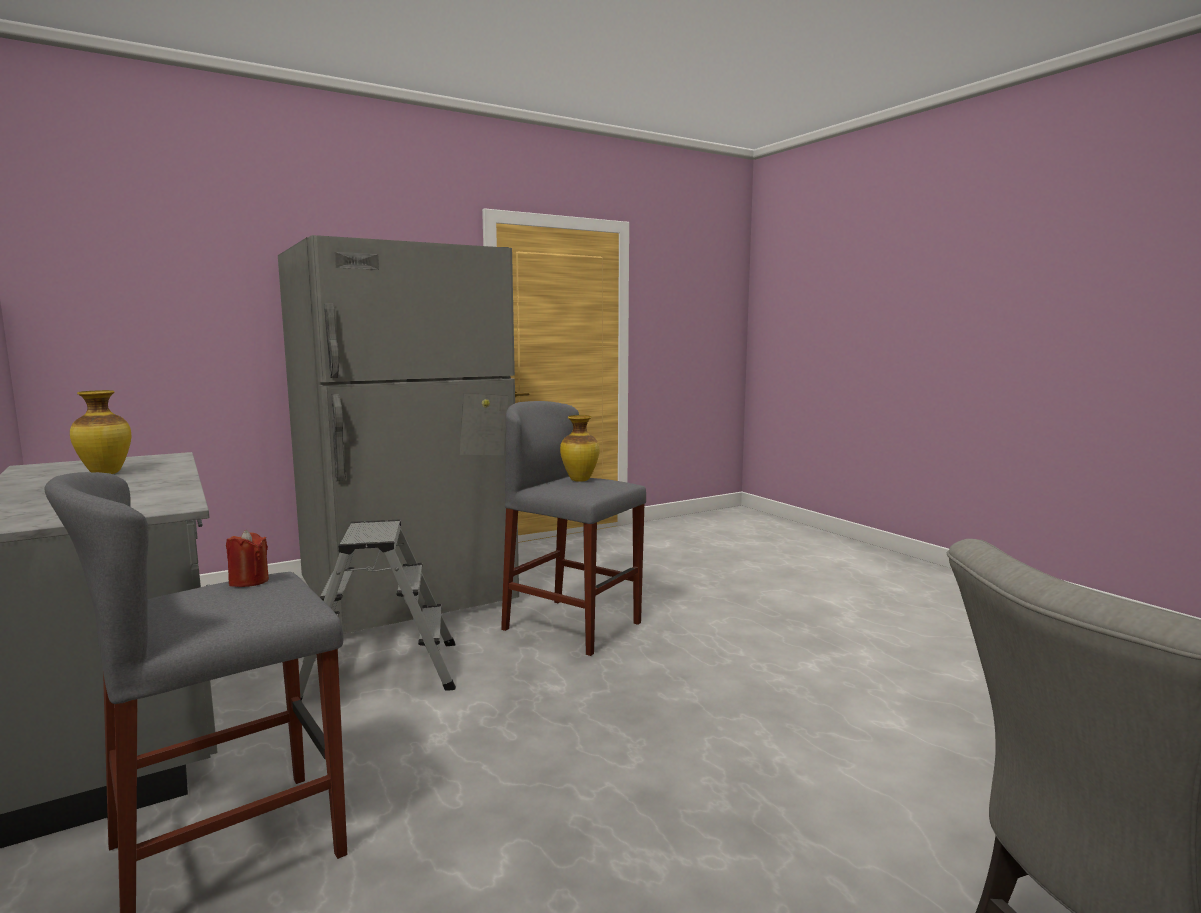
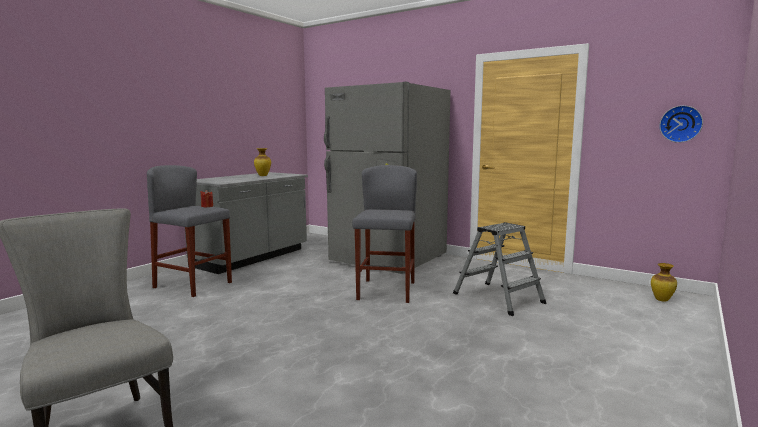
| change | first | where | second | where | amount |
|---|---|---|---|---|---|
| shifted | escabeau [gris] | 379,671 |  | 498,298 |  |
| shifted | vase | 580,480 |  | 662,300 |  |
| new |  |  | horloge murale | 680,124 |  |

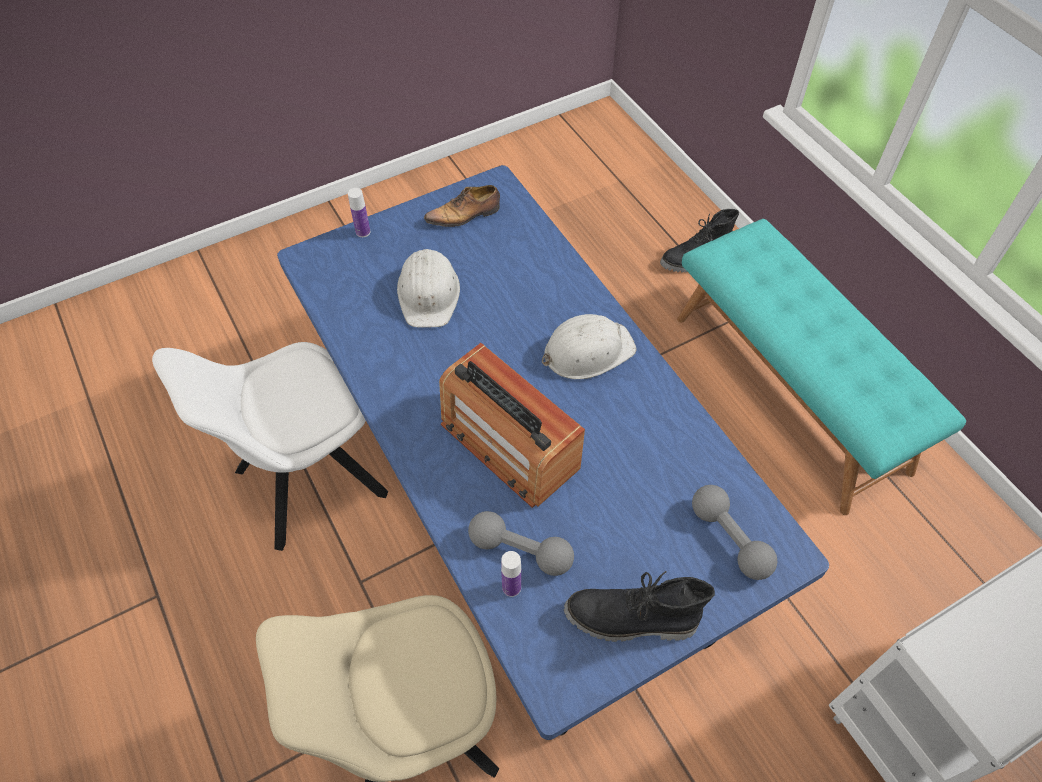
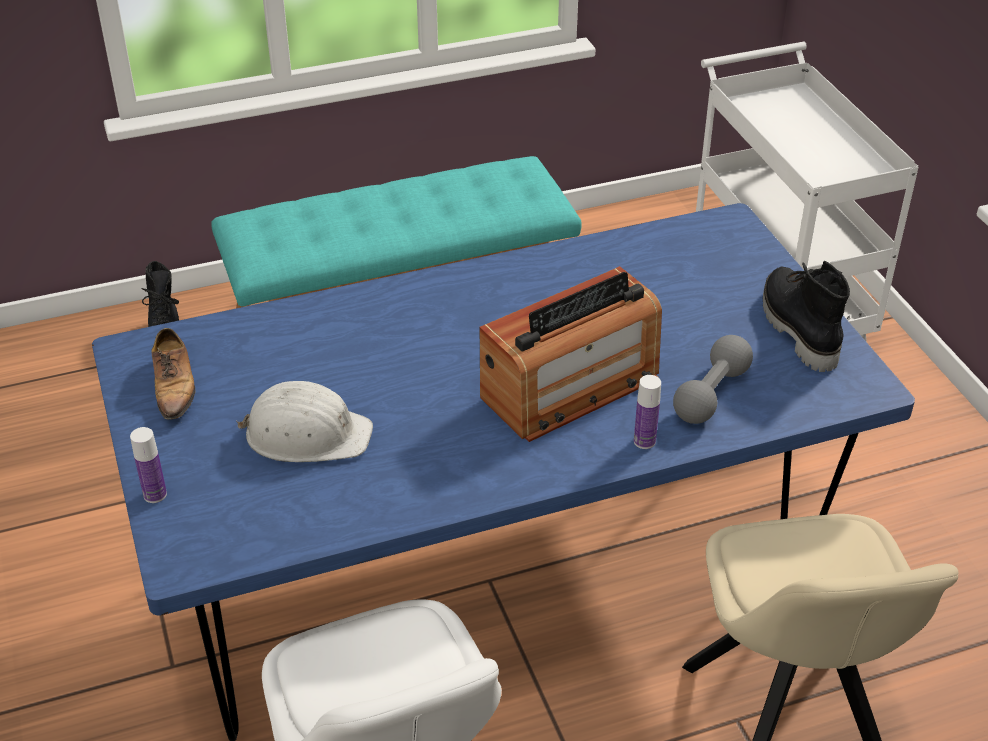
| change | first | where | second | where | amount |
|---|---|---|---|---|---|
| shifted | bouteille | 511,587 |  | 644,441 |  |
| rotated | botte [noir] | 630,621 |  | 796,329 | 150 degrees clockwise |
| gone | casque de chantier [blanc] | 587,351 |  |  |  |
| gone | haltère [gris] | 729,539 |  |  |  |

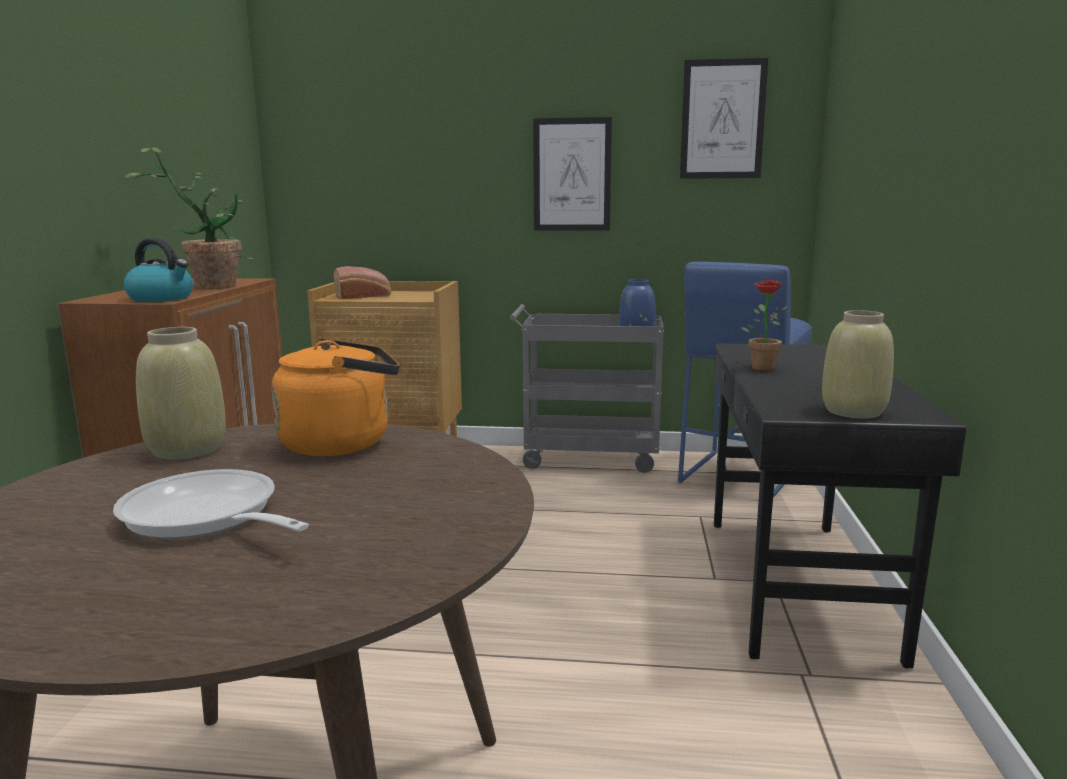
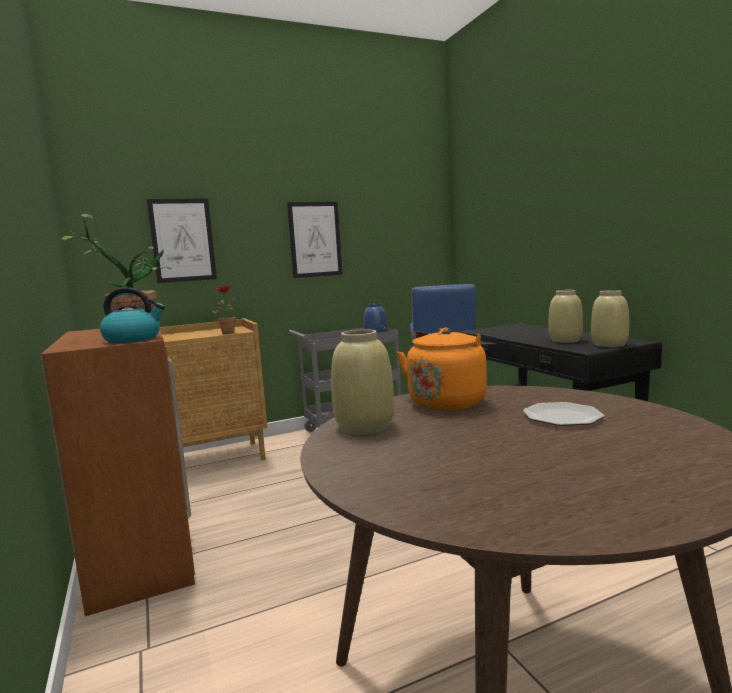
| change | first | where | second | where | amount |
|---|---|---|---|---|---|
| shifted | tableau | 722,119 |  | 182,240 |  |
| shifted | plante en pot | 760,367 |  | 227,333 |  |
| new |  |  | assiette | 563,417 |  |
| new |  |  | vase [beige] | 565,340 |  |
| gone | poêle | 206,518 |  |  |  |
| gone | pain | 364,296 |  |  |  |

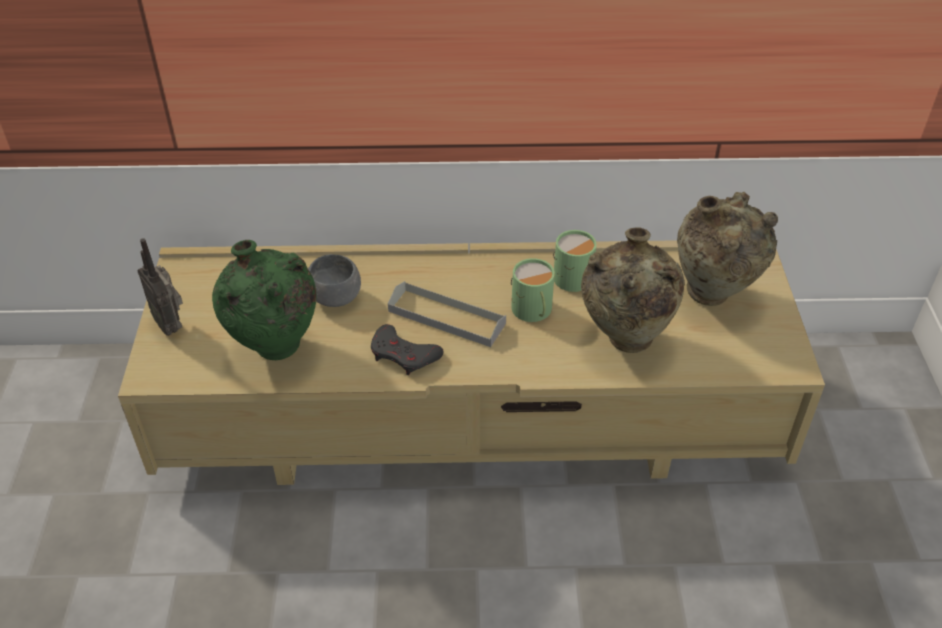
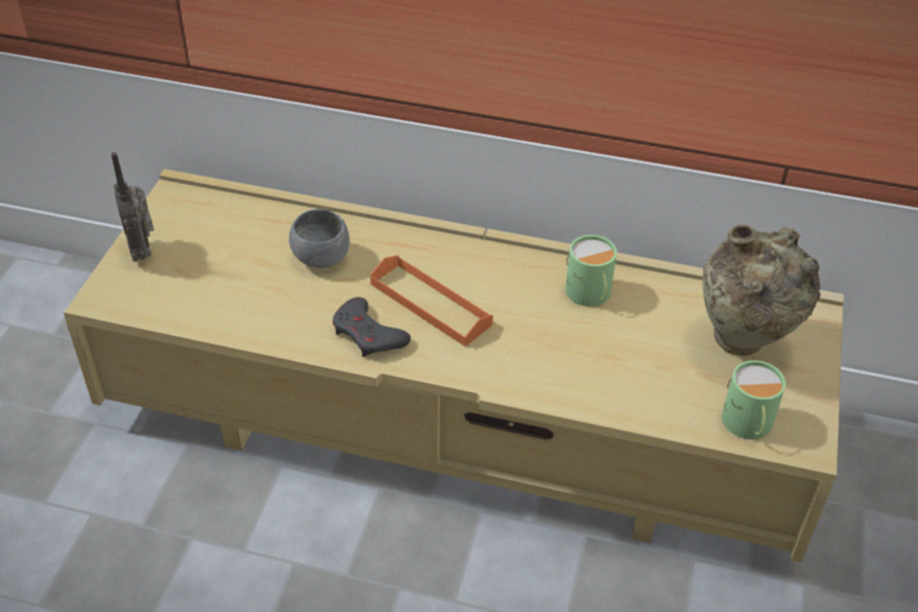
| change | first | where | second | where | amount |
|---|---|---|---|---|---|
| repainted | plateau [gris] | 446,317 | plateau [orange] | 430,304 |  |
| shifted | mug [vert] | 532,311 |  | 747,424 |  |
| gone | vase [vert] | 276,351 |  |  |  |
| gone | vase [beige] | 624,342 |  |  |  |

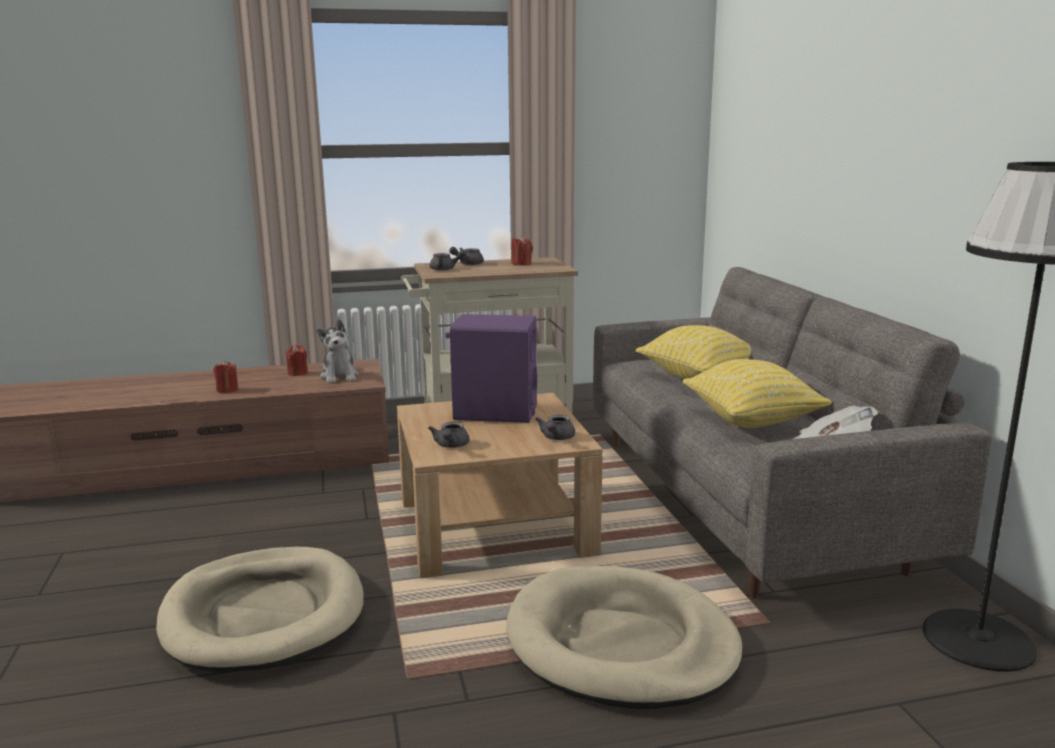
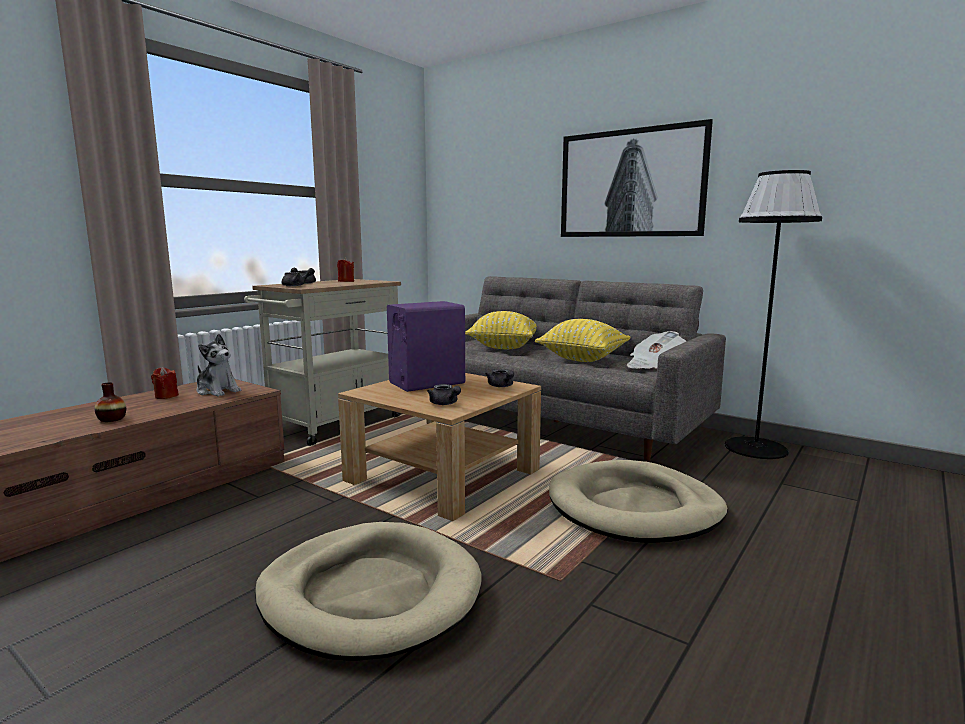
| change | first | where | second | where | amount |
|---|---|---|---|---|---|
| swapped | bougie [rouge] | 227,390 | vase | 112,419 |  |
| new |  |  | tableau | 630,183 |  |

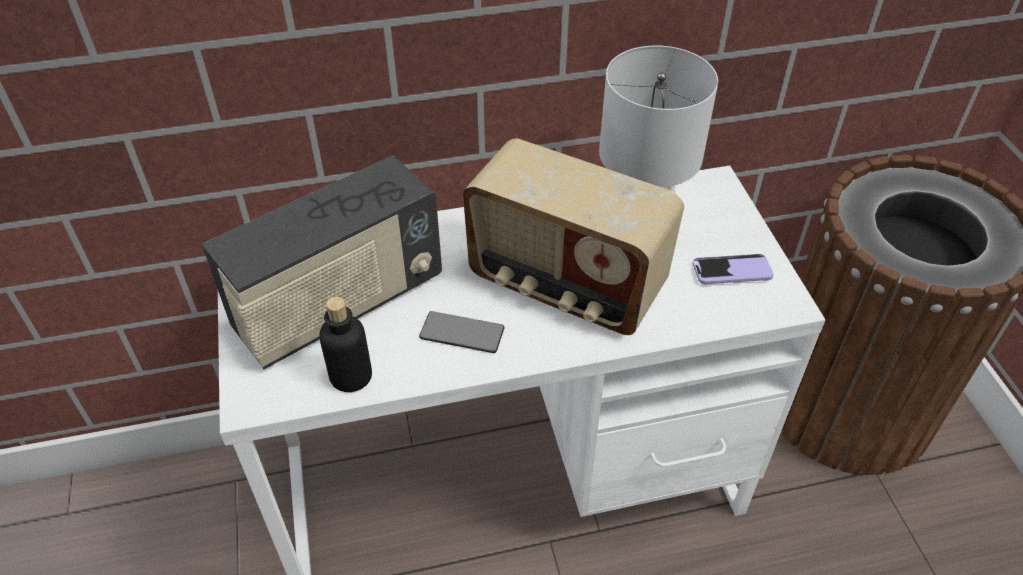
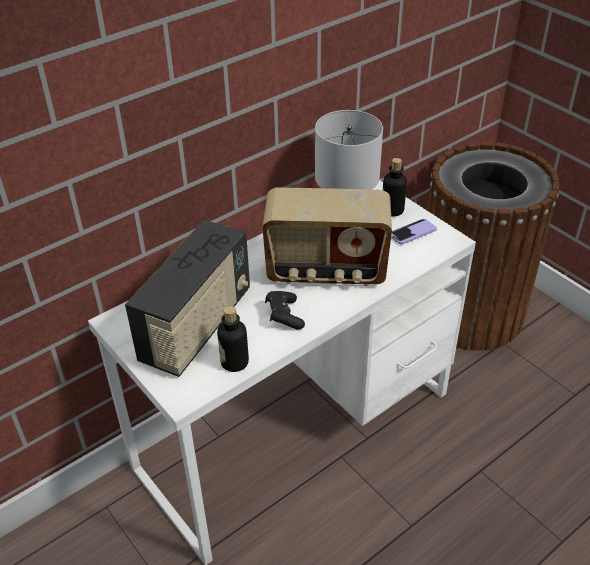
| change | first | where | second | where | amount |
|---|---|---|---|---|---|
| swapped | téléphone | 462,333 | manette [noir] | 284,316 |  |
| new |  |  | bouteille | 392,210 |  |

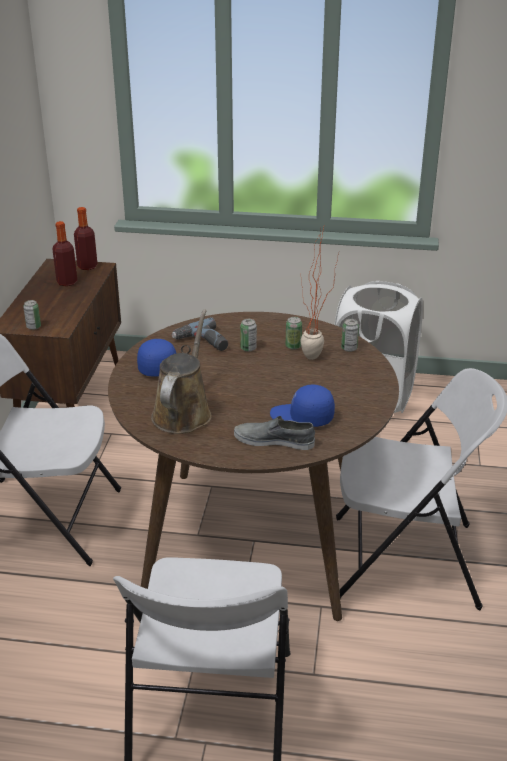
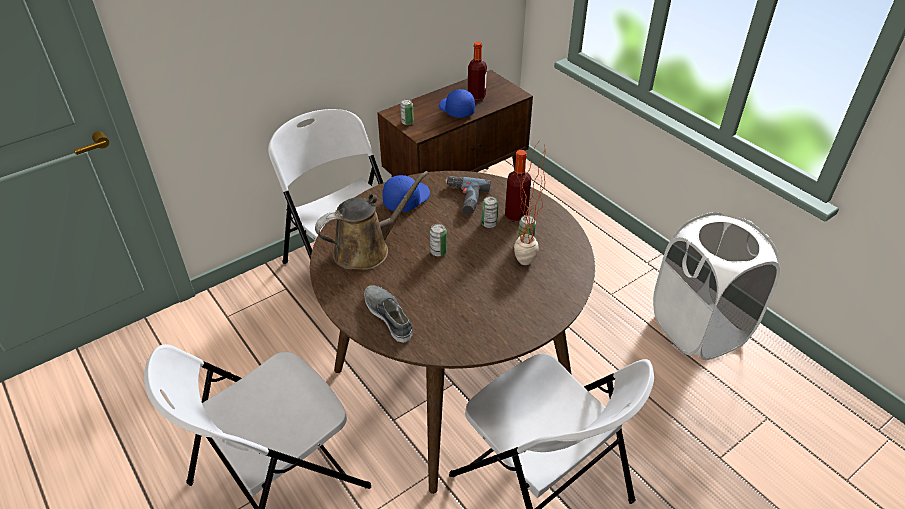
| change | first | where | second | where | amount |
|---|---|---|---|---|---|
| shifted | boîte métallique | 349,348 |  | 438,252 |  |
| shifted | casquette [bleu] | 302,417 |  | 455,110 |  |
| shifted | bouteille | 87,266 |  | 516,215 |  |

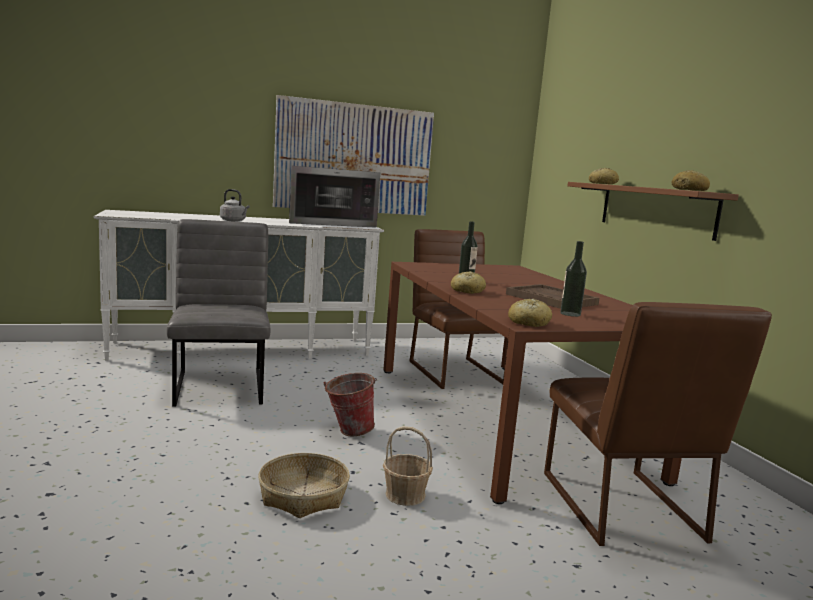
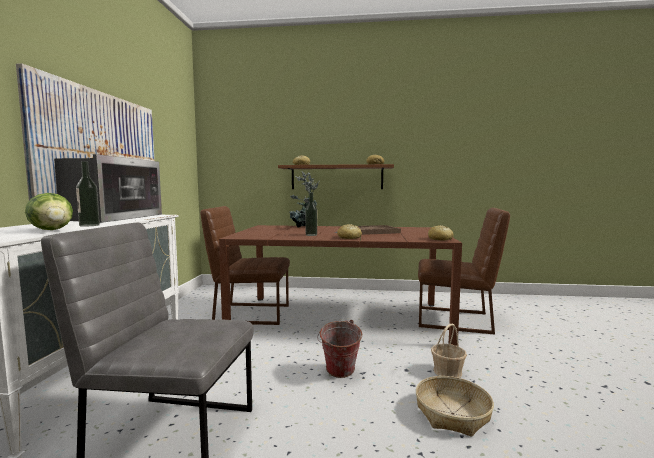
| change | first | where | second | where | amount |
|---|---|---|---|---|---|
| swapped | bouilloire [gris] | 234,221 | laitue | 52,230 |  |
| shifted | bouteille | 570,314 |  | 89,225 |  |
| new |  |  | plante en pot | 304,227 |  |

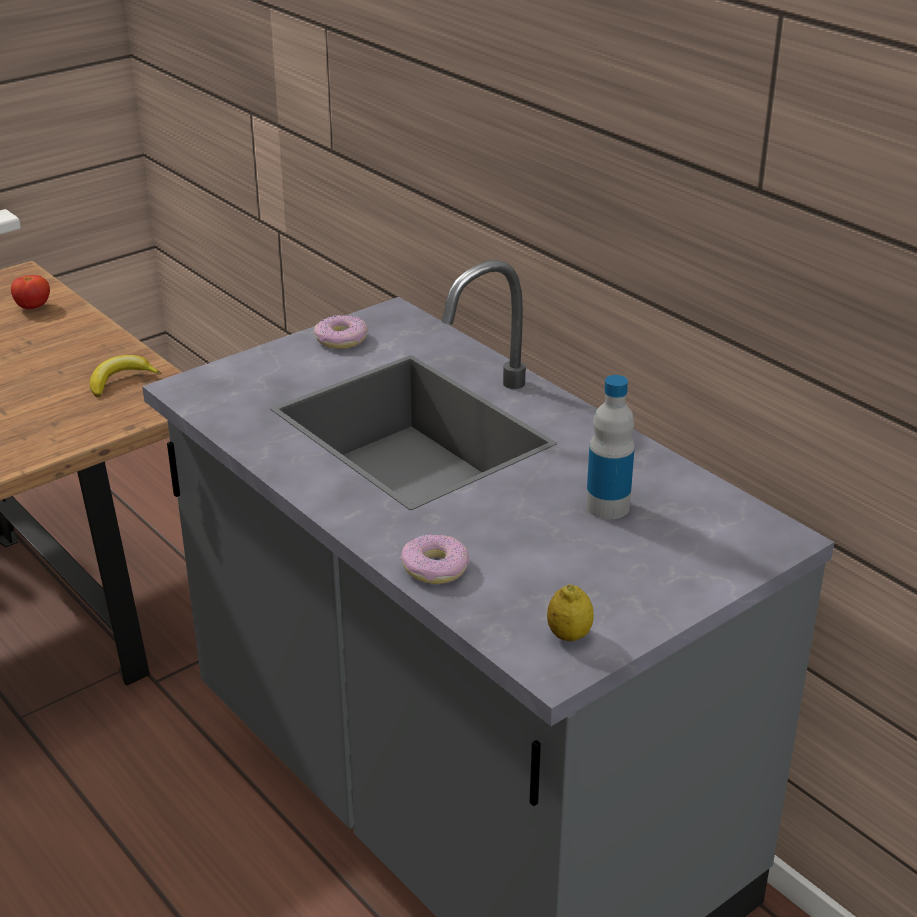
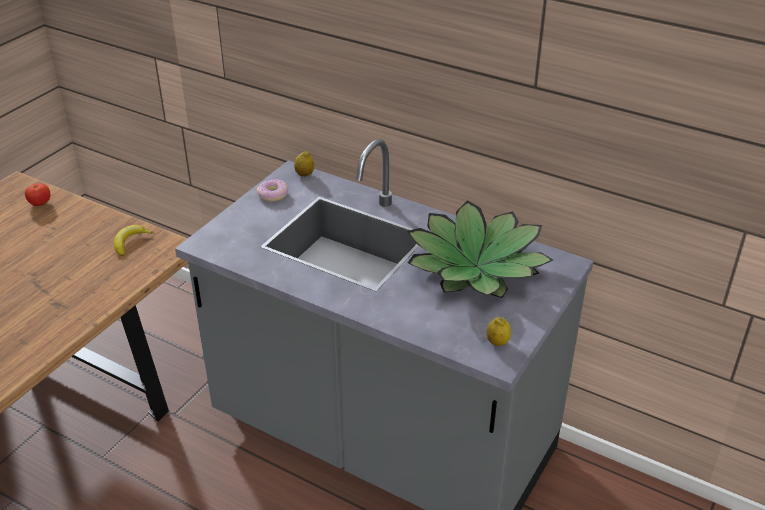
| change | first | where | second | where | amount |
|---|---|---|---|---|---|
| new |  |  | citron | 304,174 |  |
| swapped | bouteille | 607,506 | plante en pot | 475,266 |  |
| gone | beignet | 435,567 |  |  |  |

